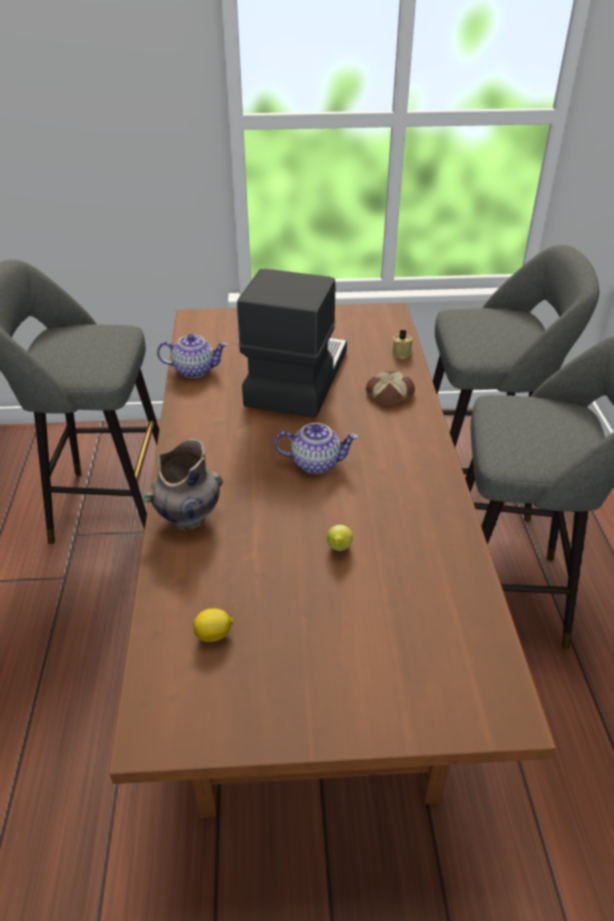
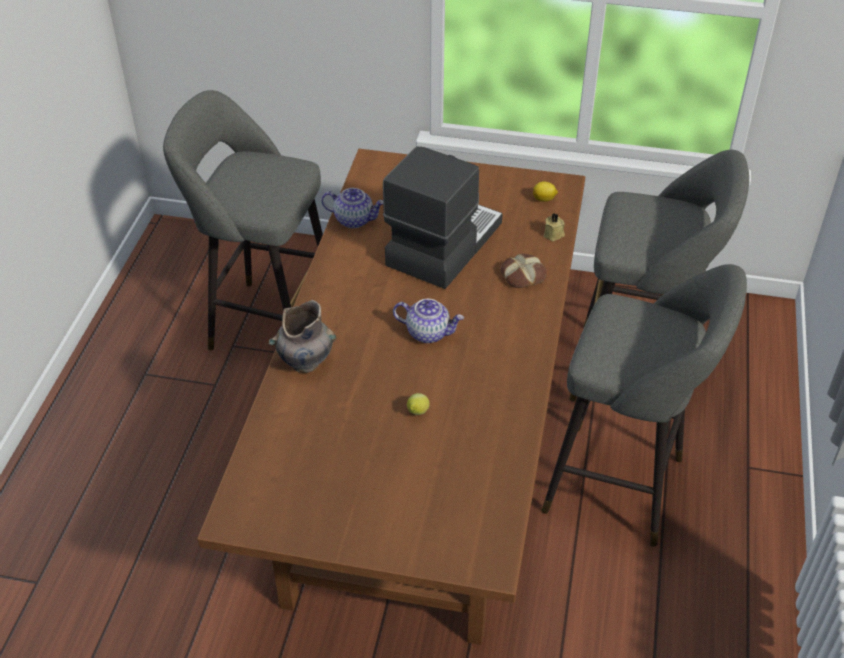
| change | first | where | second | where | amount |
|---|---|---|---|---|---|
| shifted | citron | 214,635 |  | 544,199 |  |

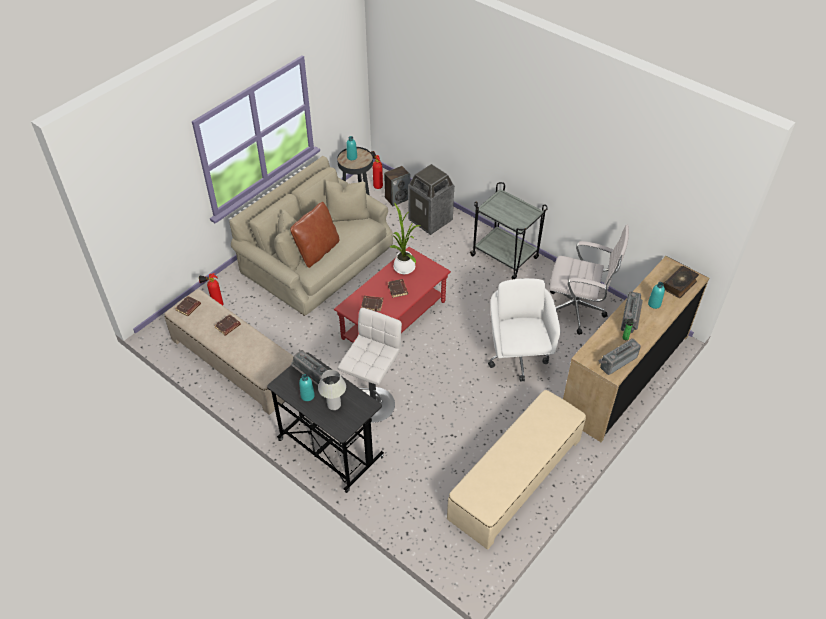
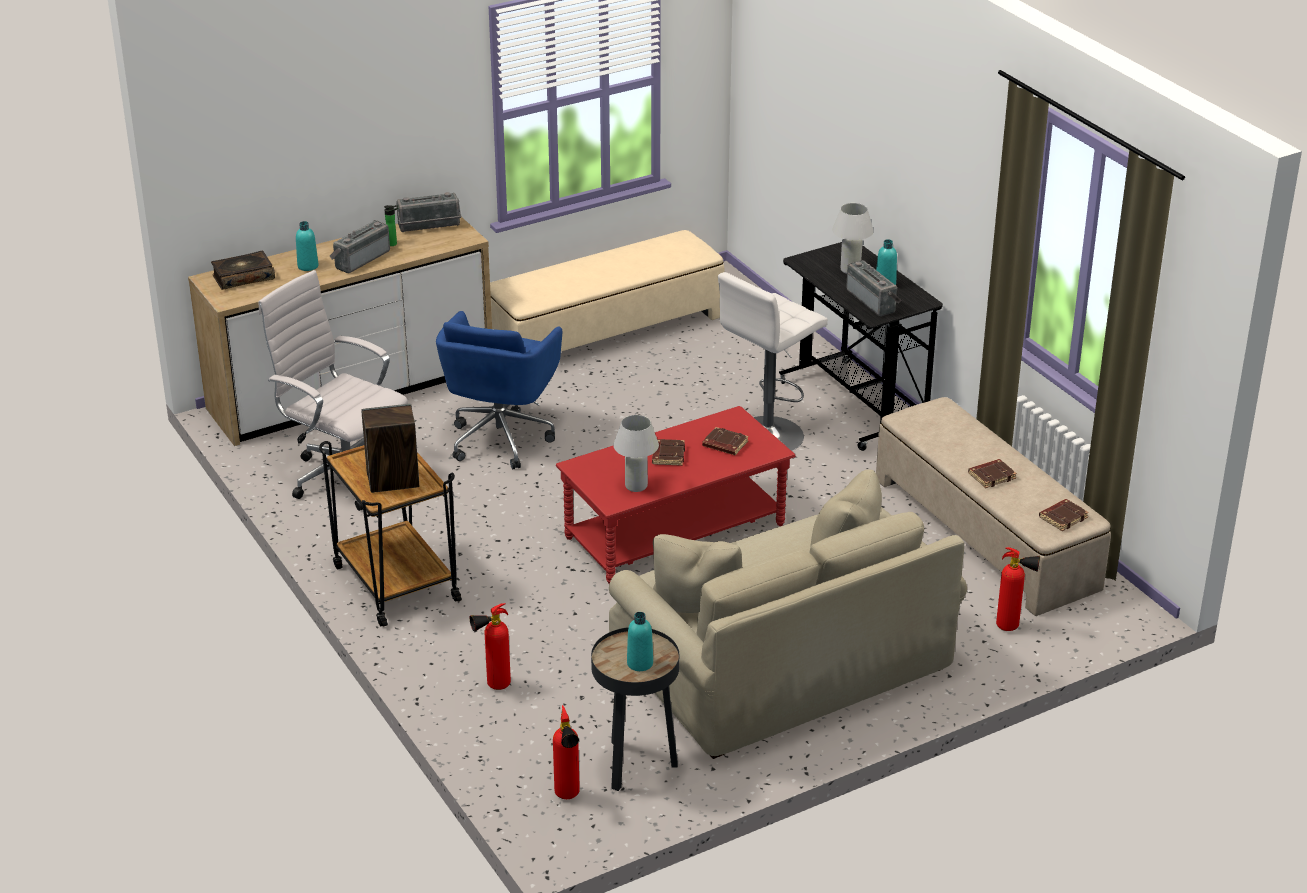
| change | first | where | second | where | amount |
|---|---|---|---|---|---|
| repainted | chariot [gris] | 505,257 | chariot [marron] | 395,582 |  |
| shifted | enceinte | 397,198 |  | 392,481 |  |
| repainted | chaise de bureau [blanc] | 517,360 | chaise de bureau [bleu] | 501,438 |  |
| swapped | poubelle | 430,220 | extincteur | 493,686 |  |
| swapped | plante en pot | 404,266 | lampe de table [blanc] | 636,486 |  |
| gone | coussin [marron] | 317,251 |  |  |  |

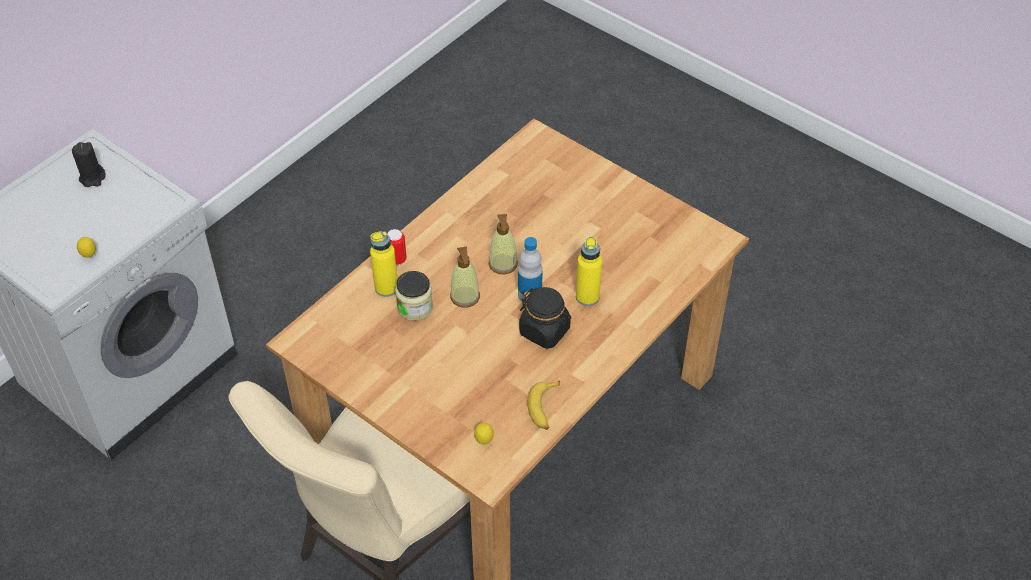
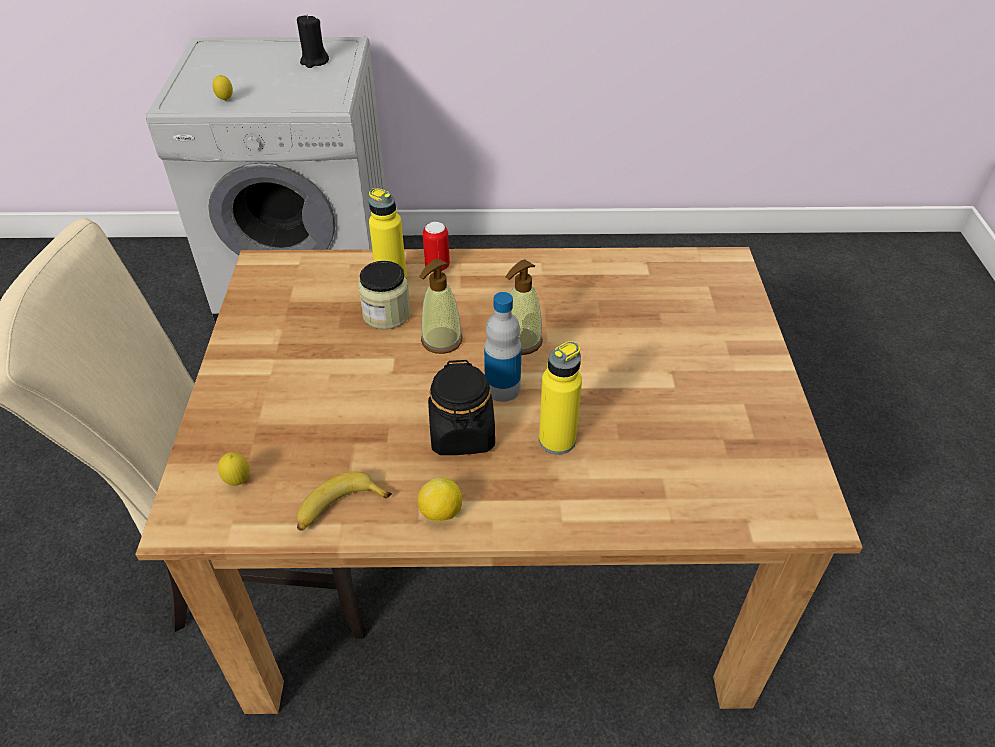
| change | first | where | second | where | amount |
|---|---|---|---|---|---|
| new |  |  | citron | 440,513 |  |

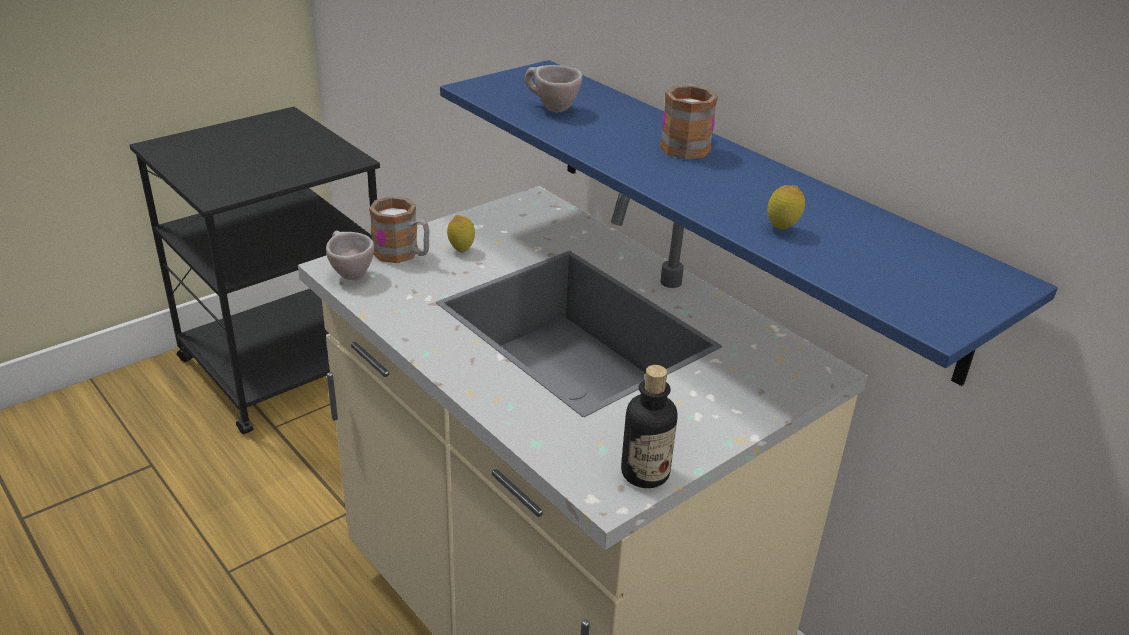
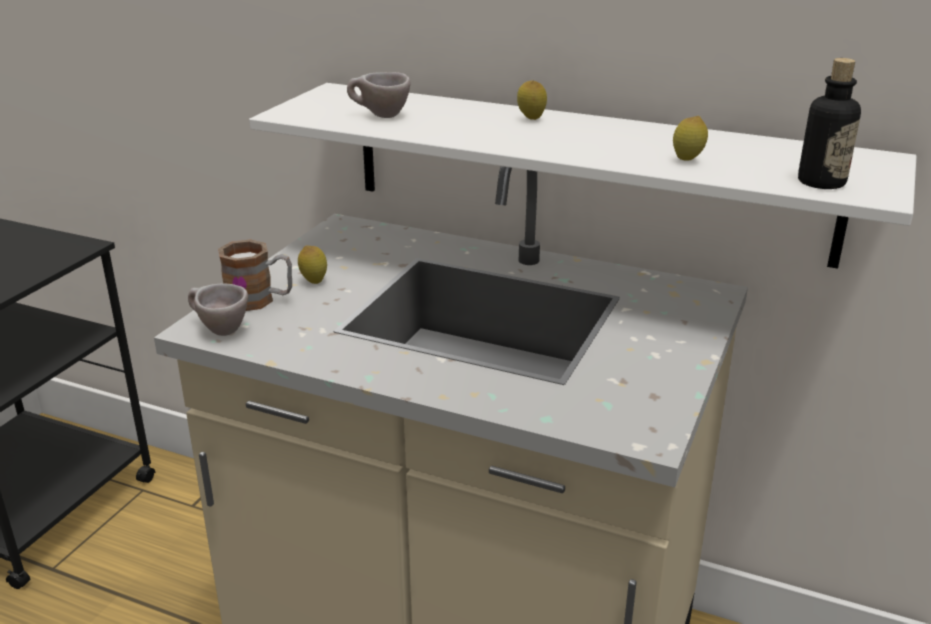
| change | first | where | second | where | amount |
|---|---|---|---|---|---|
| repainted | étagère [bleu] | 743,206 | étagère [blanc] | 584,170 |  |
| swapped | mug | 685,144 | citron | 531,120 |  |
| shifted | bouteille | 645,473 |  | 821,182 |  |

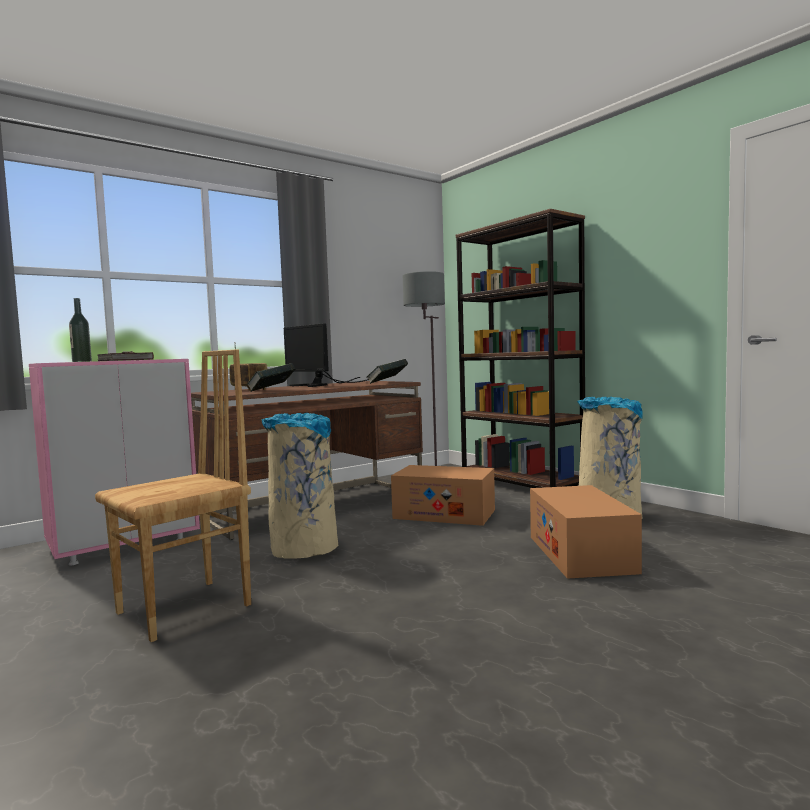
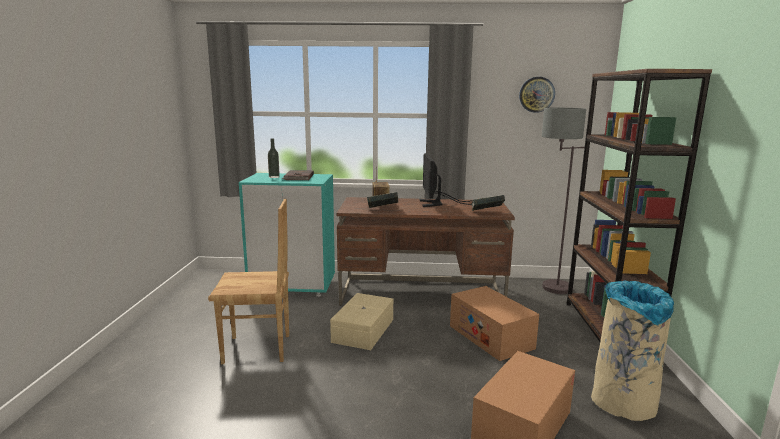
| change | first | where | second | where | amount |
|---|---|---|---|---|---|
| repainted | meuble de rangement [rose] | 125,544 | meuble de rangement [turquoise] | 293,288 |  |
| swapped | poubelle [beige] | 303,549 | boîte de rangement [beige] | 362,330 |  |
| new |  |  | horloge murale | 536,94 |  |

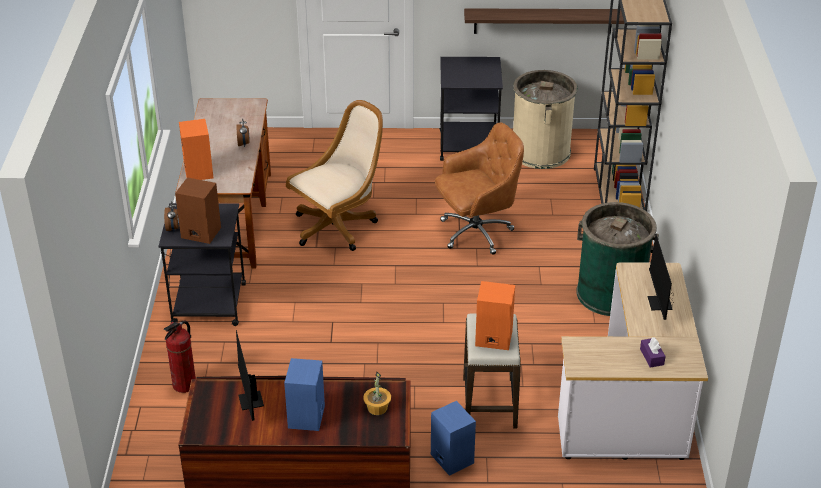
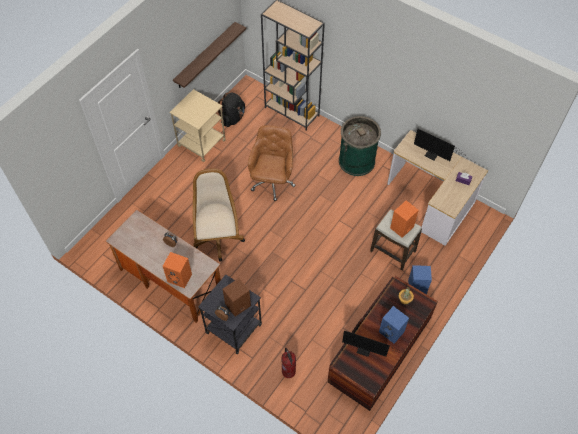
| change | first | where | second | where | amount |
|---|---|---|---|---|---|
| repainted | chariot [noir] | 469,146 | chariot [beige] | 202,142 |  |
| swapped | poubelle [beige] | 540,151 | sac à dos [noir] | 233,118 |  |

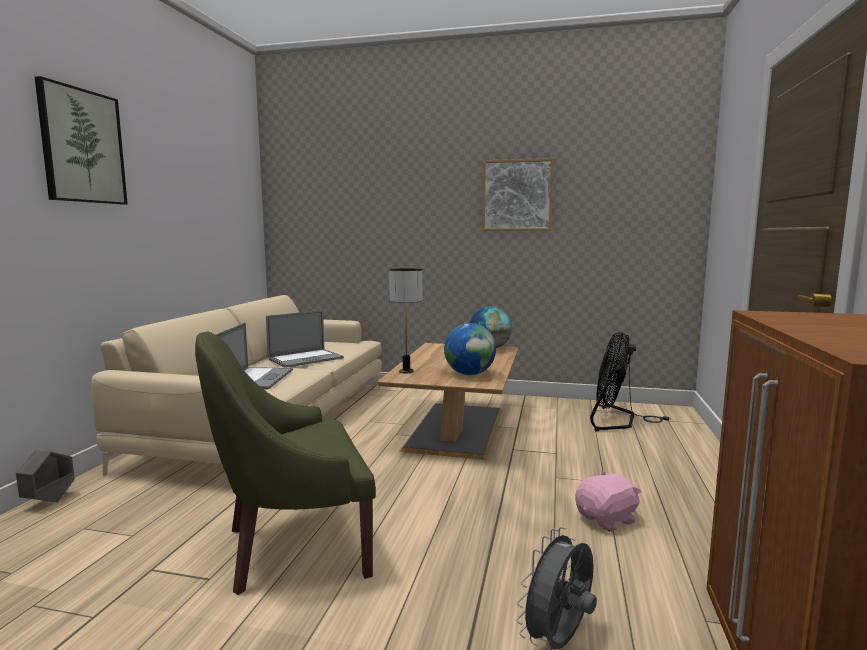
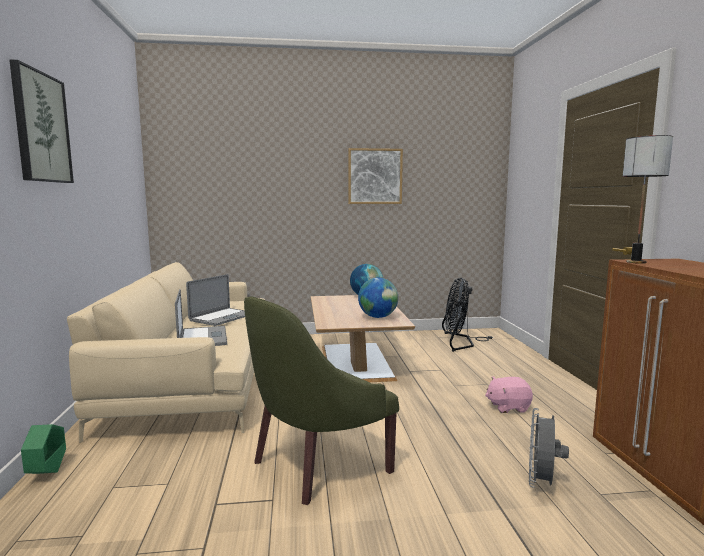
| change | first | where | second | where | amount |
|---|---|---|---|---|---|
| repainted | cache-pot [gris] | 49,501 | cache-pot [vert] | 47,472 |  |
| rotated | peluche [rose] | 607,519 |  | 508,407 | 135 degrees counterclockwise |
| shifted | lampe de table | 406,371 |  | 636,262 |  |

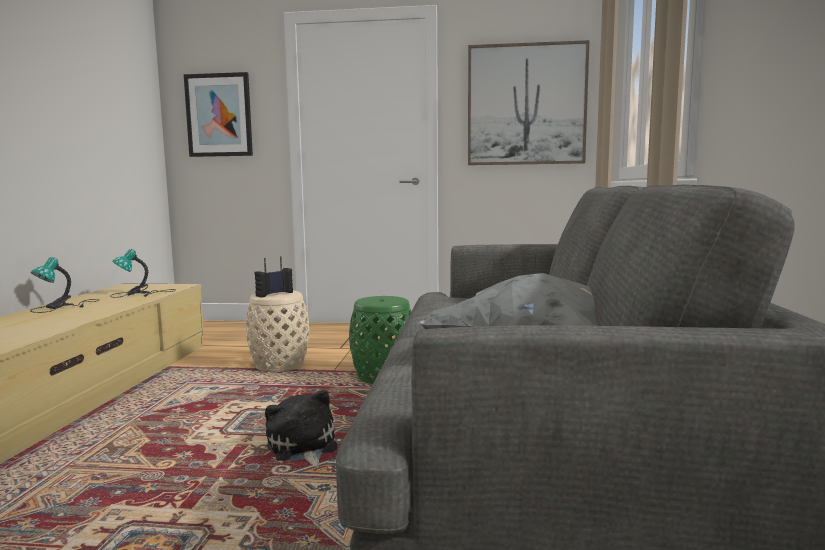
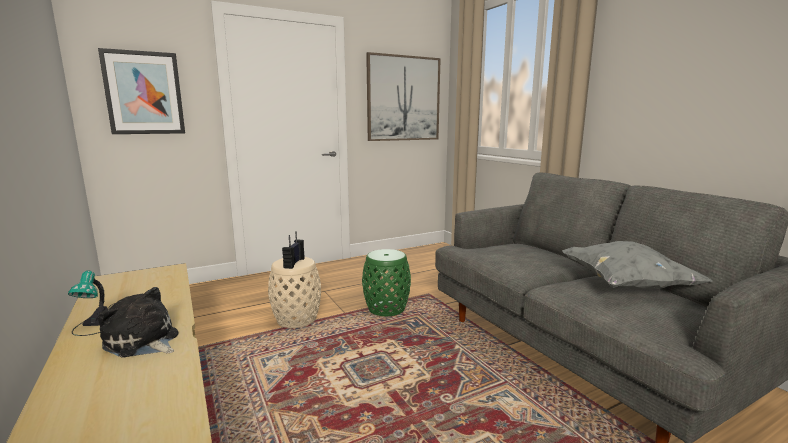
| change | first | where | second | where | amount |
|---|---|---|---|---|---|
| shifted | peluche | 303,449 |  | 143,342 |  |
| gone | lampe de table | 141,293 |  |  |  |

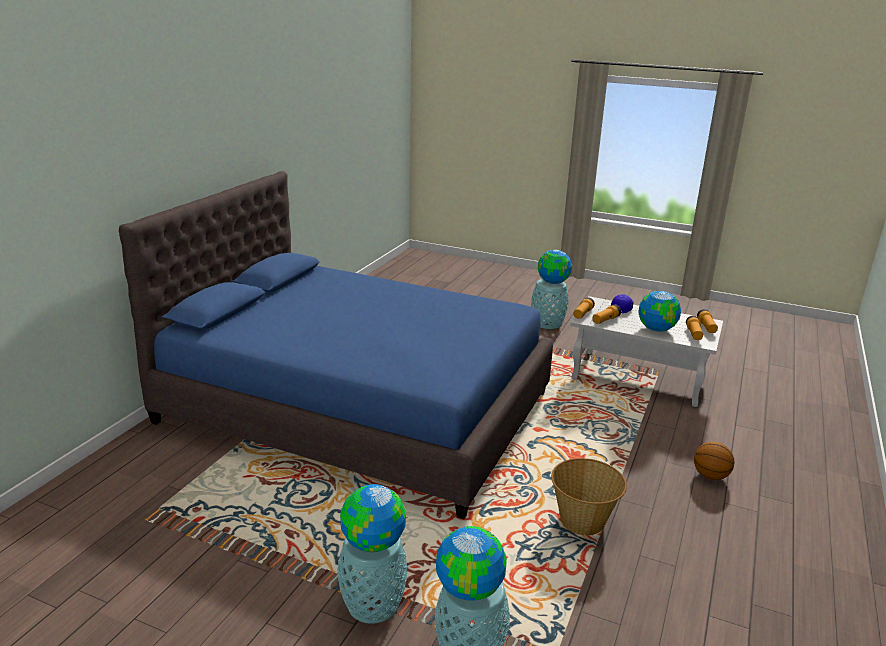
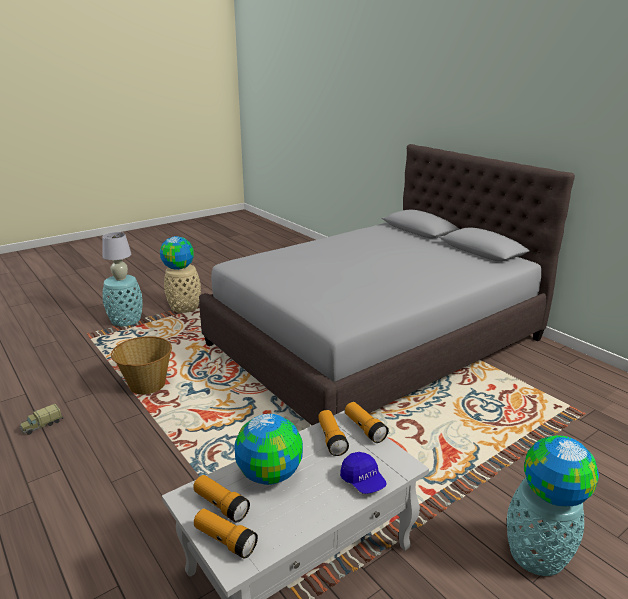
| change | first | where | second | where | amount |
|---|---|---|---|---|---|
| new |  |  | camion jouet | 42,425 |  |
| swapped | globe | 469,588 | lampe de table [blanc] | 120,278 |  |
| repainted | tabouret [turquoise] | 372,604 | tabouret [beige] | 184,307 |  |
| repainted | lit [bleu] | 357,407 | lit [gris] | 375,342 |  |
| gone | ballon de basket | 710,476 |  |  |  |

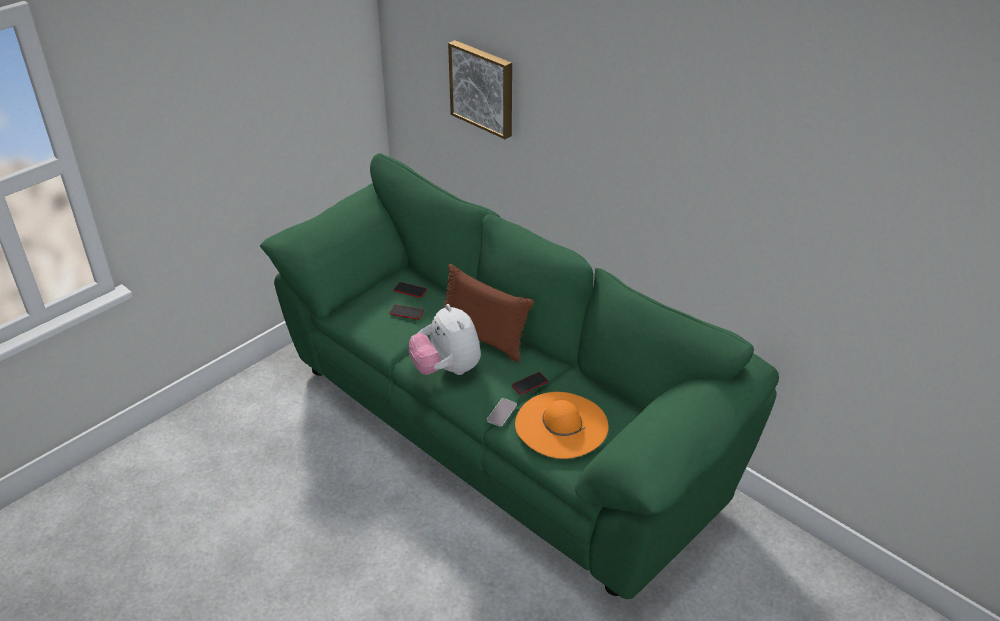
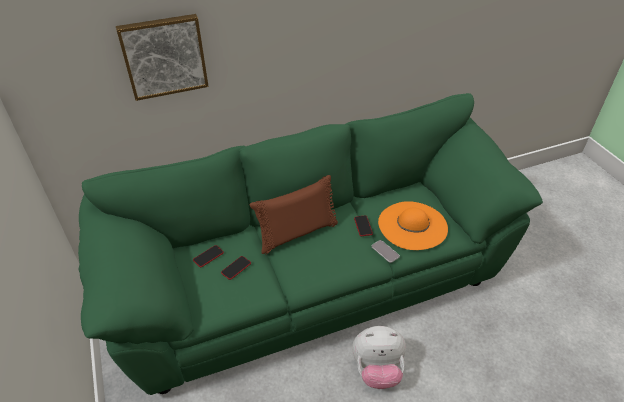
| change | first | where | second | where | amount |
|---|---|---|---|---|---|
| shifted | peluche | 447,369 |  | 377,370 |  |

